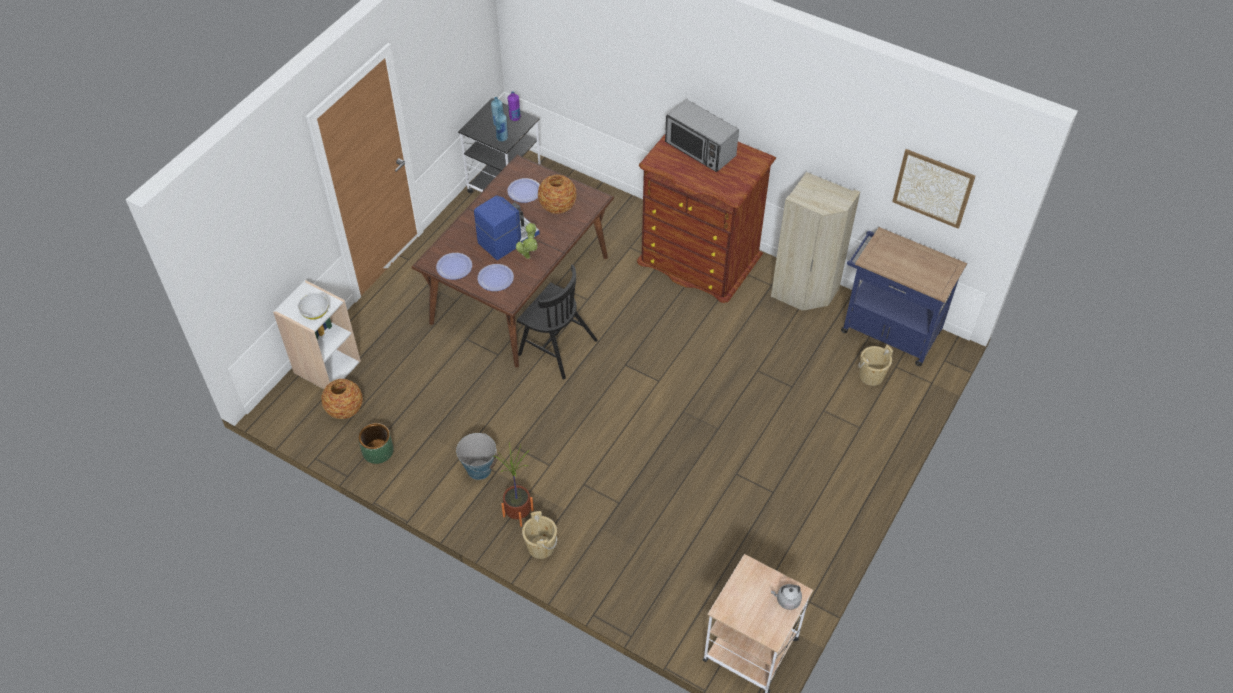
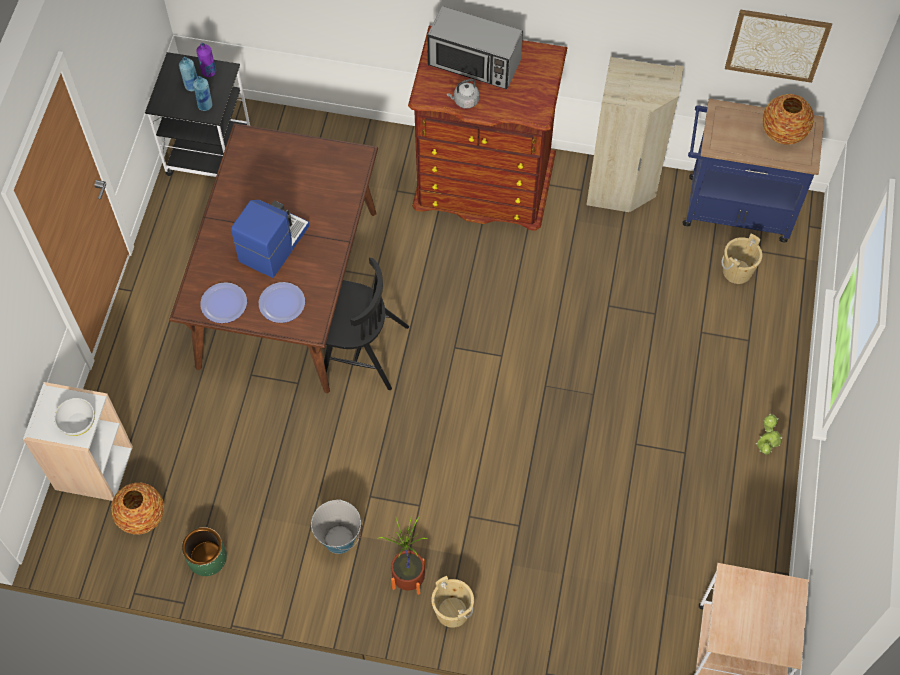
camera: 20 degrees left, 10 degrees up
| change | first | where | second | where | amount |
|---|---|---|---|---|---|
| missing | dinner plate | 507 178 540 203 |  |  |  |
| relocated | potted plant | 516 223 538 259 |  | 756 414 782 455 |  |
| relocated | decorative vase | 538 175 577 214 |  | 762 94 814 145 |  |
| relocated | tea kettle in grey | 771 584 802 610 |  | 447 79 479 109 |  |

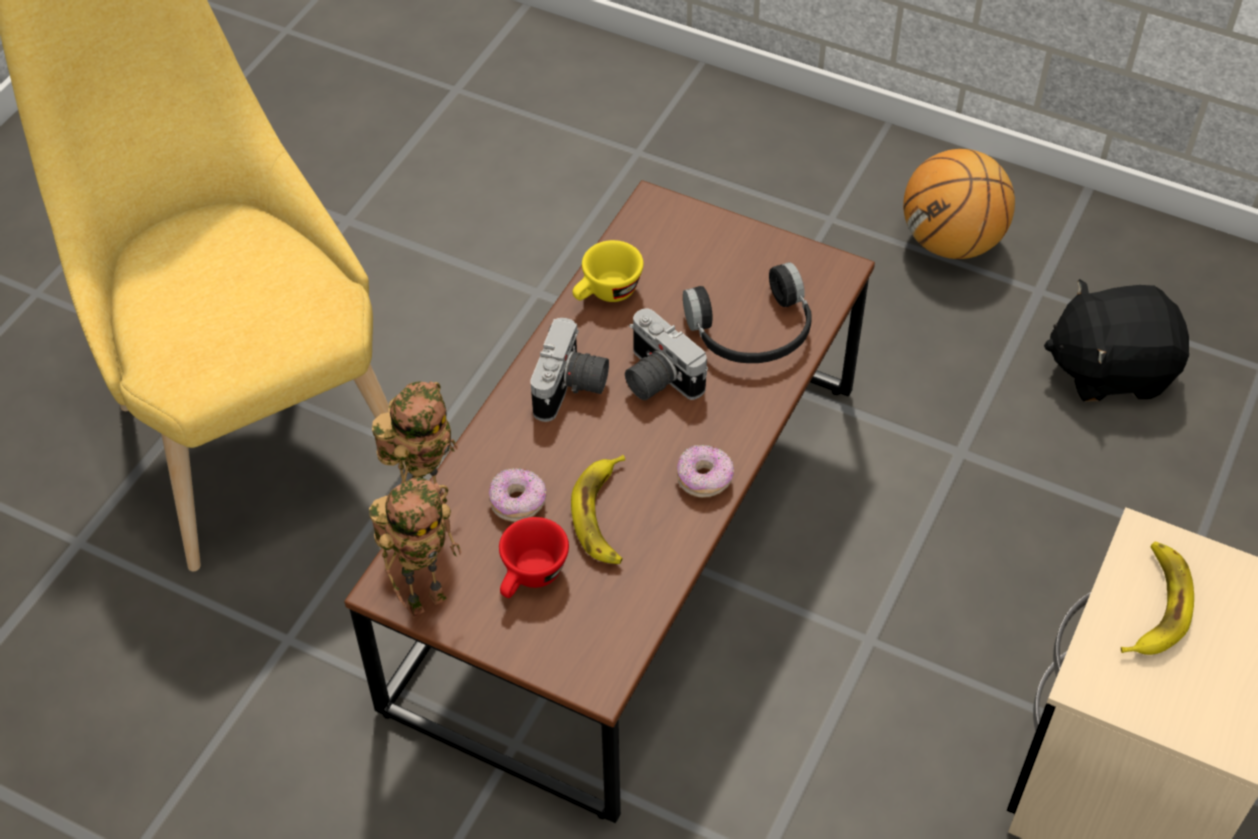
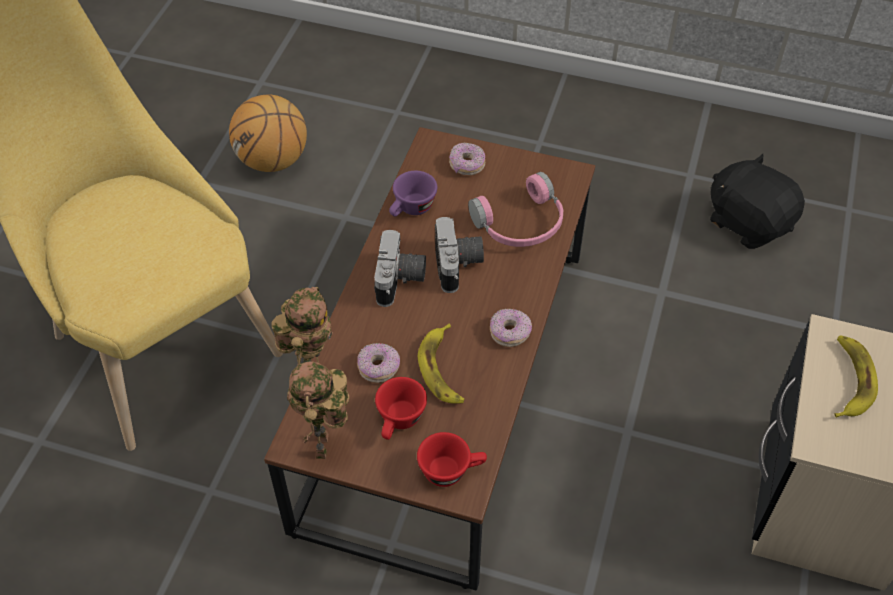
camera: 10 degrees left, 0 degrees up
| change | first | where | second | where | amount |
|---|---|---|---|---|---|
| spun | model robot | 369 477 461 618 |  | 287 362 349 459 | 135 degrees clockwise |
| colour | cup in yellow-coloured | 572 240 644 302 | cup in purplish | 389 171 437 217 |  |
| spun | photo camera | 625 308 708 400 |  | 435 217 484 293 | 135 degrees counterclockwise |
| colour | headphones in blackish | 683 262 812 363 | headphones in pink-coloured | 468 172 563 247 |  |
| relocated | basketball | 903 149 1015 259 |  | 229 94 307 172 |  |
| spun | soft toy in blackish | 1044 279 1189 402 |  | 710 154 805 249 | 60 degrees clockwise |
| appeared |  |  | cup in reddish | 417 432 487 487 |  |
| appeared |  |  | donut | 449 143 485 175 |  |

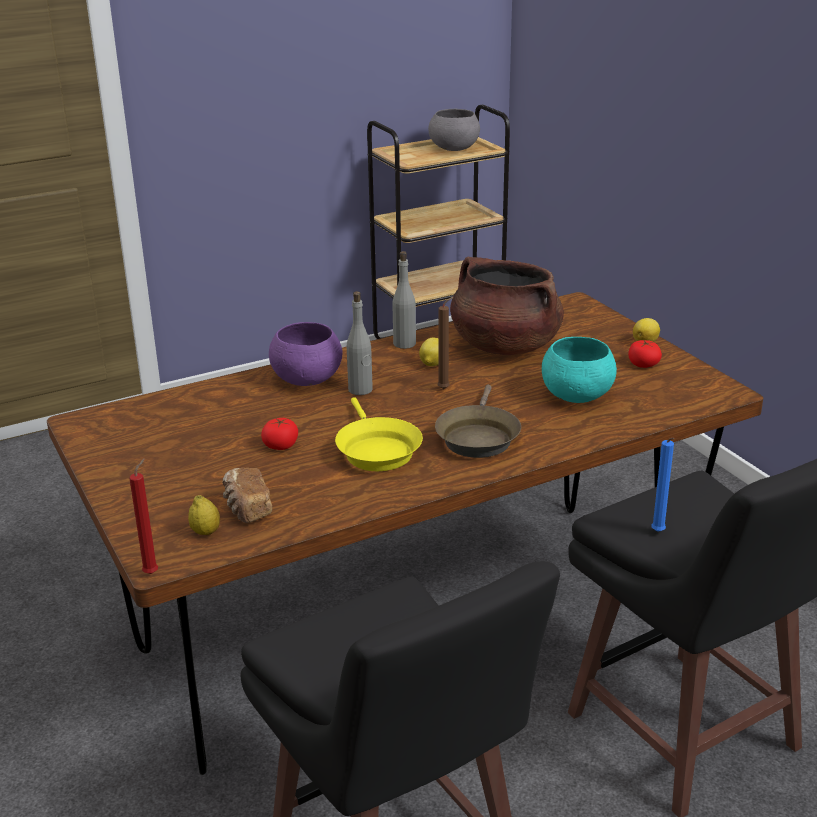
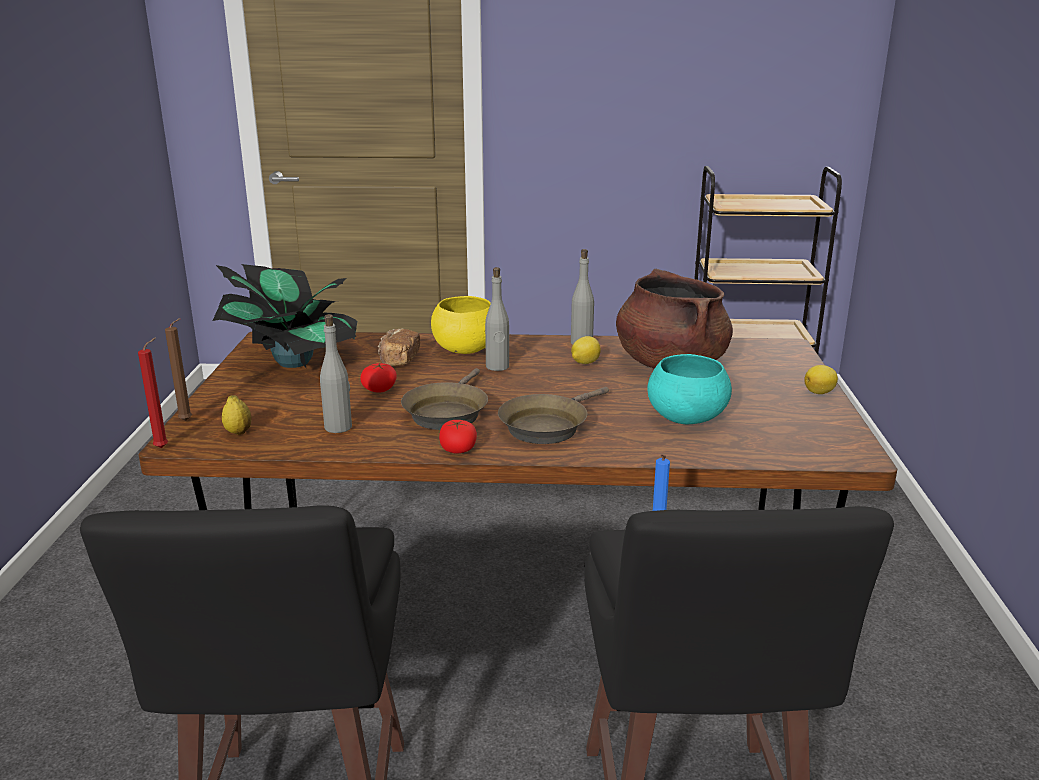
camera: 30 degrees right, 5 degrees down
| change | first | where | second | where | amount |
|---|---|---|---|---|---|
| relocated | bakery bread | 222 468 272 523 |  | 378 329 420 366 |  |
| colour | bowl in purplish | 269 322 342 386 | bowl in yellow-coloured | 431 296 491 354 |  |
| colour | skillet in yellow-coloured | 335 397 423 471 | skillet in brown | 401 368 488 430 |  |
| missing | bowl in grey | 428 109 480 151 |  |  |  |
| relocated | wax candle in brown | 438 297 453 389 |  | 165 318 192 421 |  |
| relocated | tomato | 628 340 662 368 |  | 439 420 477 453 |  |
| appeared |  |  | potted plant | 213 264 357 369 |  |
| appeared |  |  | bottle in grey | 320 314 352 433 |  |

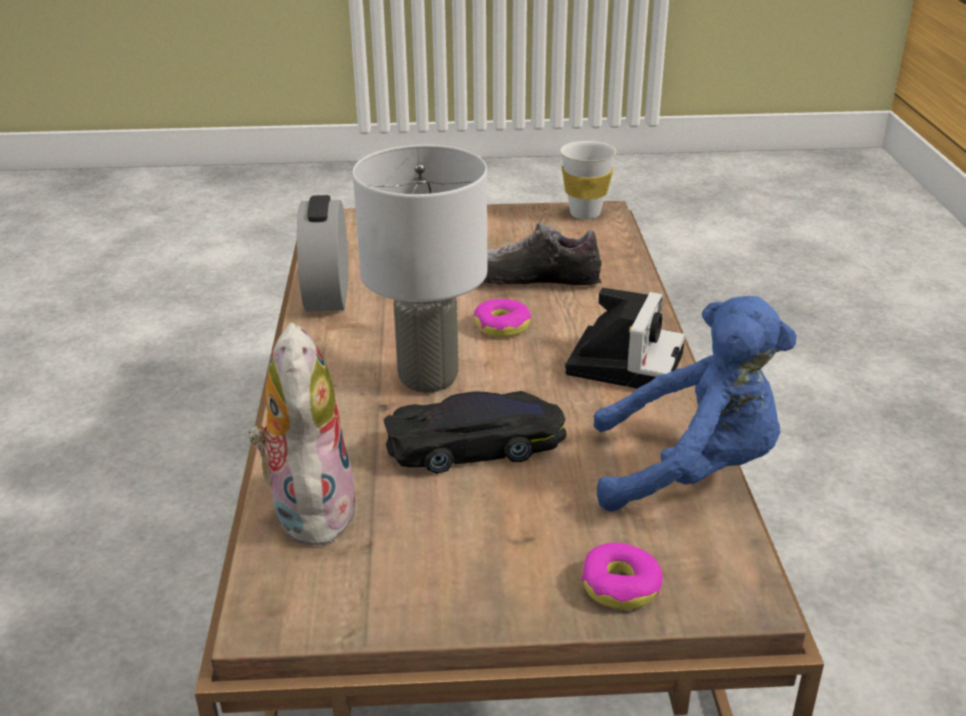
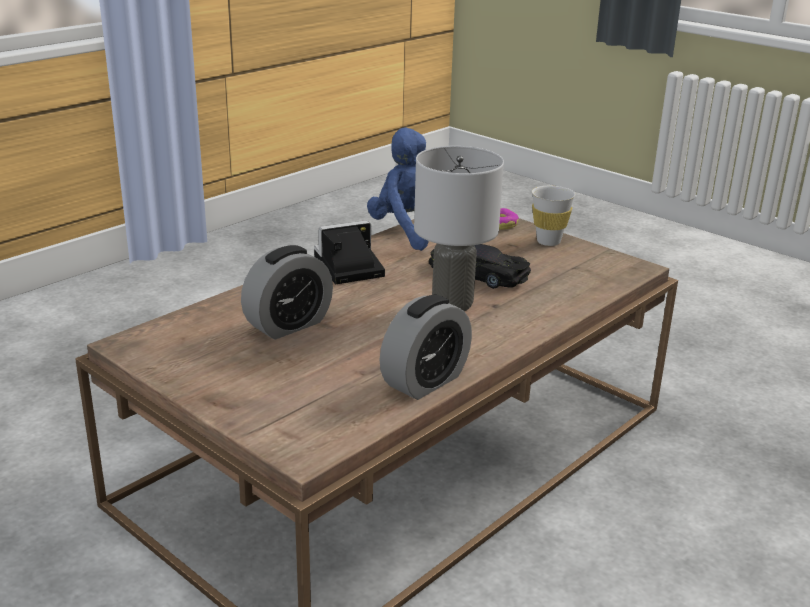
camera: 135 degrees left, 5 degrees down
| change | first | where | second | where | amount |
|---|---|---|---|---|---|
| missing | soft toy | 249 322 358 546 |  |  |  |
| missing | donut | 474 299 532 337 |  |  |  |
| exchanged | shoe | 483 222 602 285 | alarm clock | 241 245 333 339 |  |
| relocated | cup in whitish | 560 141 616 219 |  | 532 186 575 246 |  |

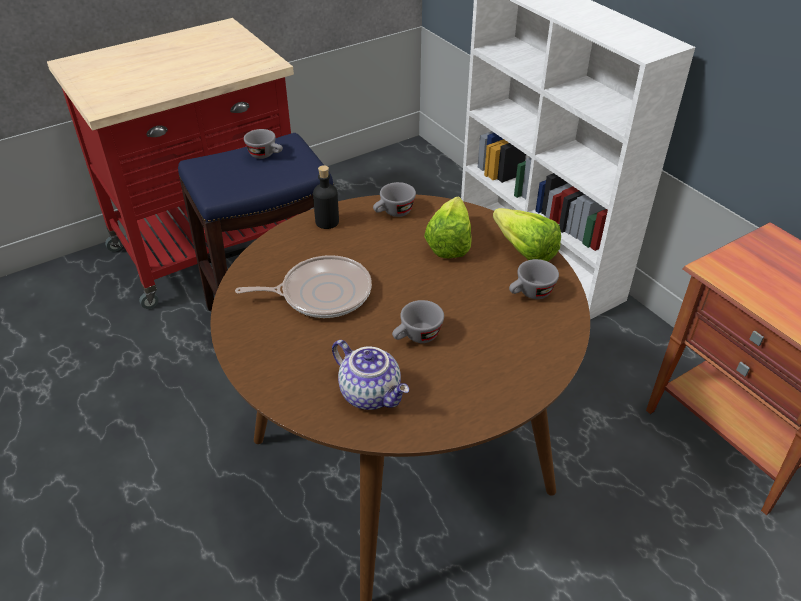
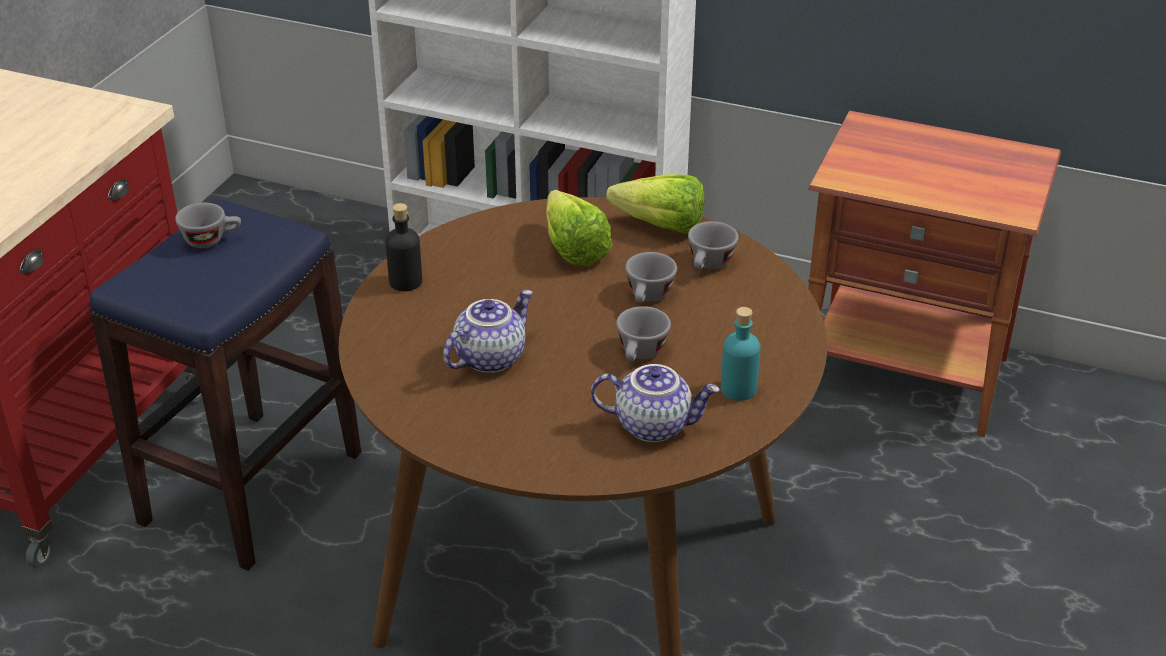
camera: 35 degrees left, 5 degrees down
| change | first | where | second | where | amount |
|---|---|---|---|---|---|
| exchanged | skillet | 235 255 372 318 | tea pot | 443 290 533 373 |  |
| relocated | cup in grey | 373 182 416 217 |  | 625 252 677 303 |  |
| appeared |  |  | bottle in turquoise-coloured | 721 307 760 401 |  |

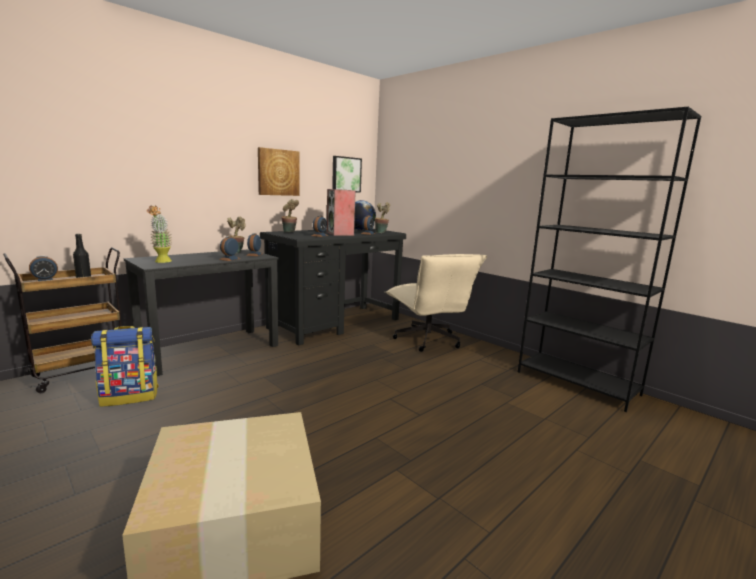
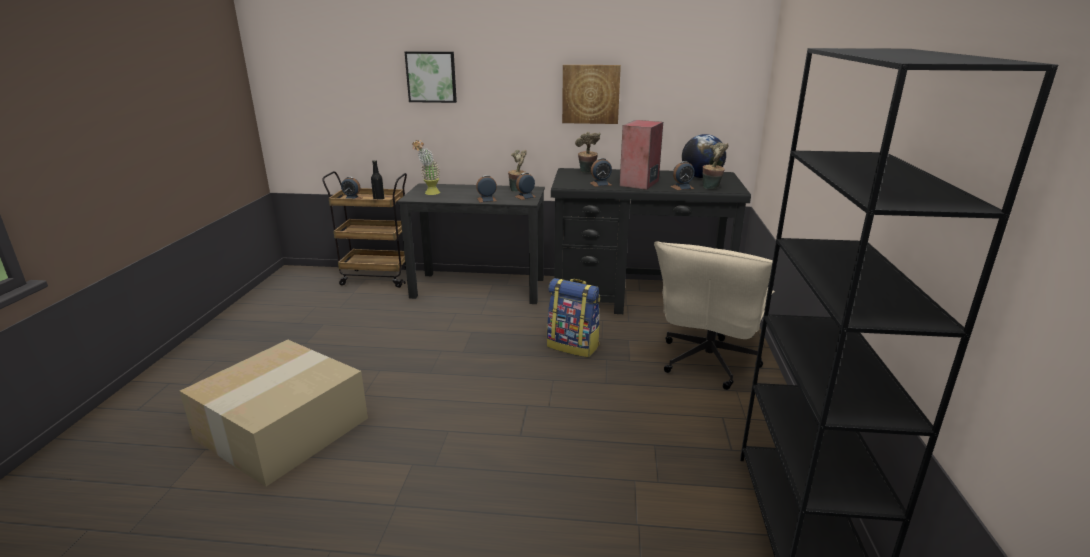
camera: 50 degrees right, 10 degrees up
| change | first | where | second | where | amount |
|---|---|---|---|---|---|
| relocated | knapsack | 91 326 159 407 |  | 547 278 600 357 |  |
| relocated | wall art | 332 156 362 193 |  | 405 51 457 103 |  |

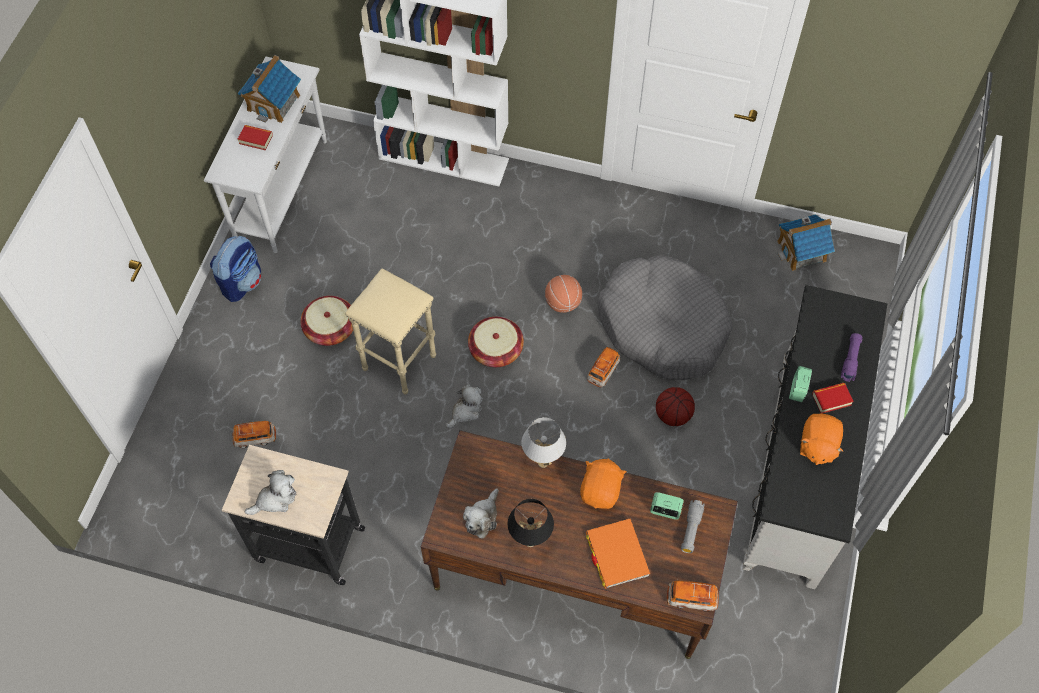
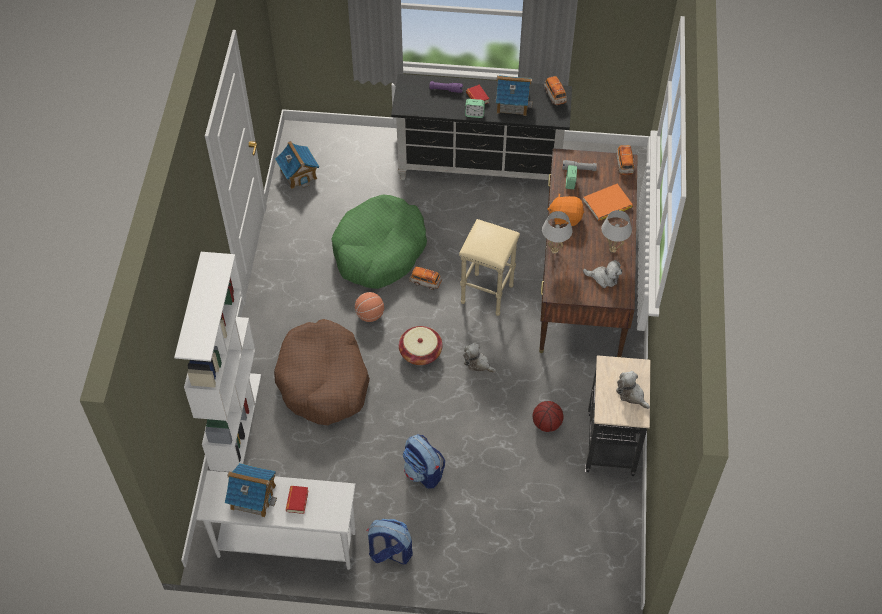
camera: 100 degrees left, 5 degrees down
| change | first | where | second | where | amount |
|---|---|---|---|---|---|
| relocated | model car | 233 420 276 448 |  | 544 76 567 106 |  |
| exchanged | household basket | 300 296 353 346 | knapsack | 403 434 445 488 |  |
| relocated | sitting stool in beige-coloured | 345 269 436 395 |  | 459 219 520 316 |  |
| colour | lamp for a table in blackish | 508 499 554 547 | lamp for a table in whitish | 601 210 632 253 |  |
| colour | dog bed in grey | 597 255 732 380 | dog bed in green-coloured | 331 195 427 289 |  |
| relocated | basketball | 656 387 695 426 |  | 533 401 564 432 |  |
| exchanged | soft toy in orangey | 800 414 844 465 | toy house | 496 75 532 116 |  |
| appeared |  |  | dog bed in brown | 274 319 370 425 |  |

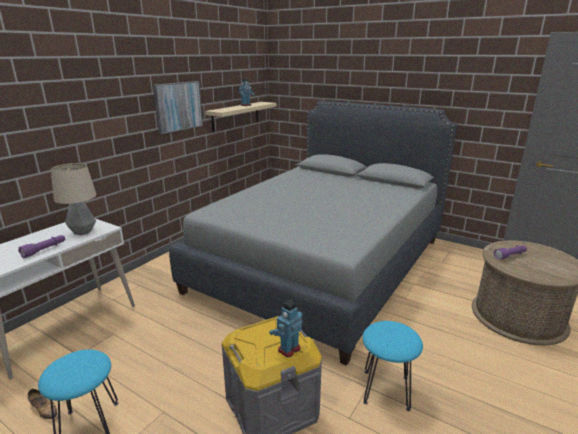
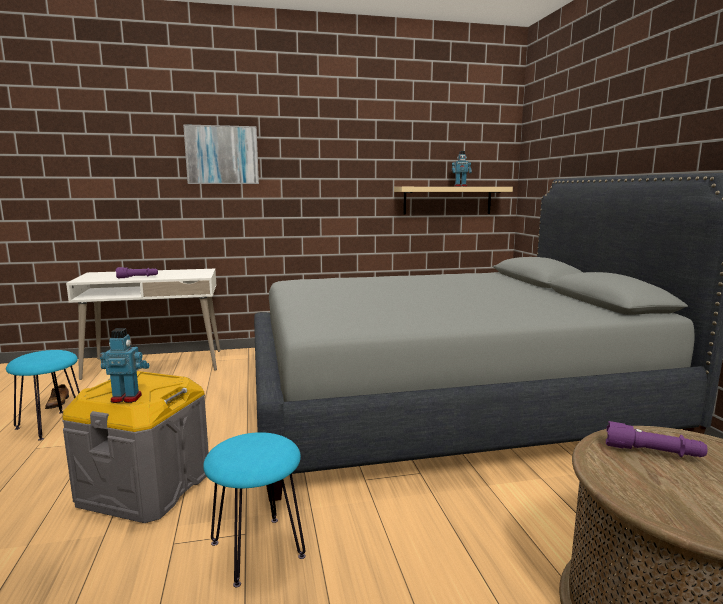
camera: 45 degrees right, 10 degrees down
| change | first | where | second | where | amount |
|---|---|---|---|---|---|
| missing | lamp for a table | 51 163 96 235 |  |  |  |
| relocated | wall art | 153 81 203 134 |  | 183 124 259 184 |  |

